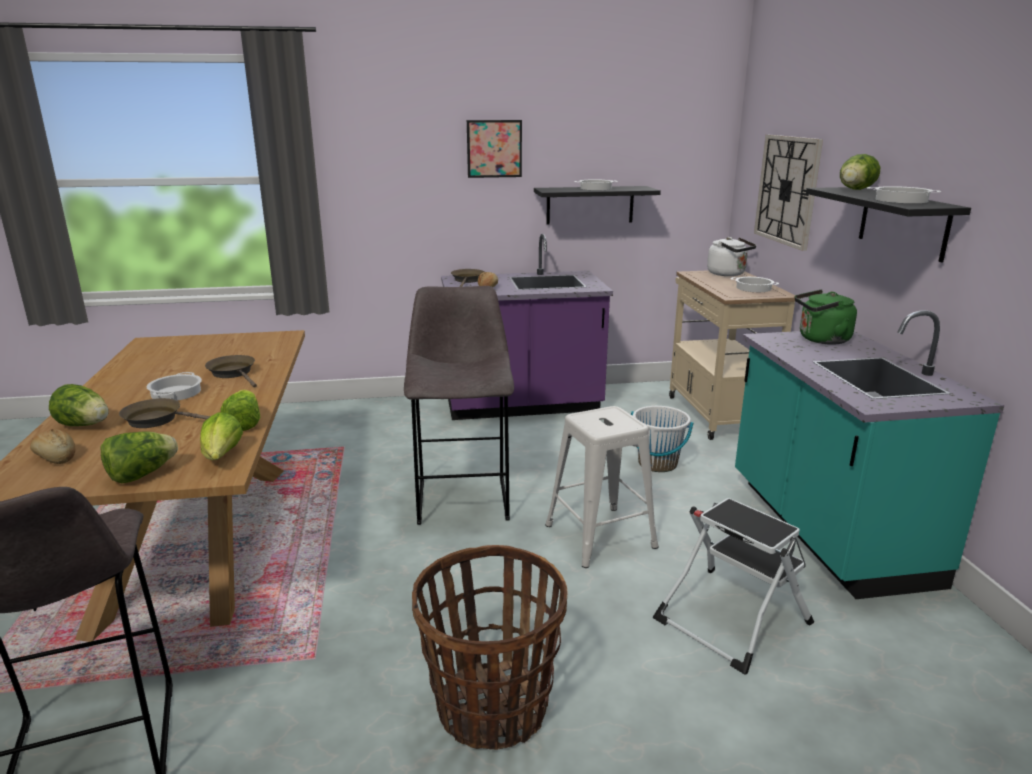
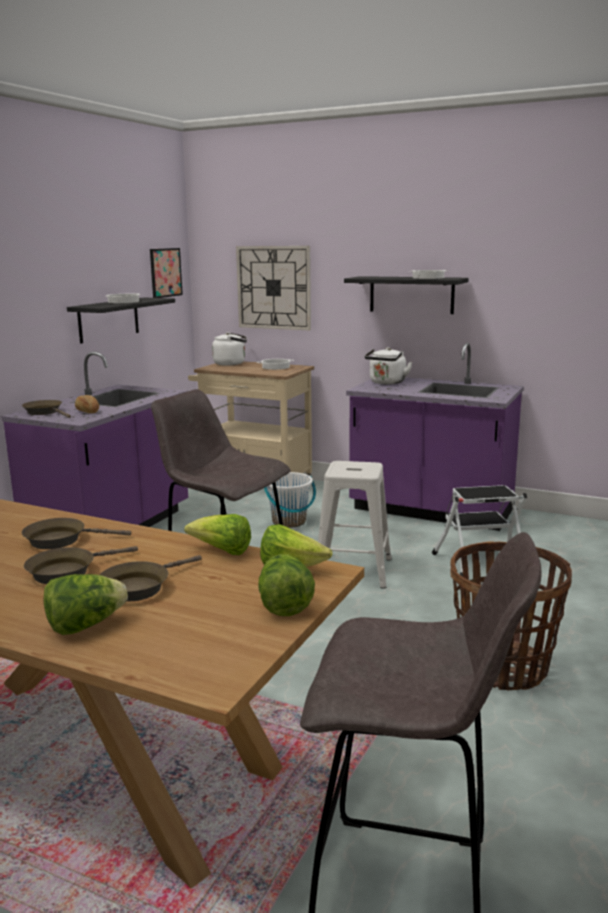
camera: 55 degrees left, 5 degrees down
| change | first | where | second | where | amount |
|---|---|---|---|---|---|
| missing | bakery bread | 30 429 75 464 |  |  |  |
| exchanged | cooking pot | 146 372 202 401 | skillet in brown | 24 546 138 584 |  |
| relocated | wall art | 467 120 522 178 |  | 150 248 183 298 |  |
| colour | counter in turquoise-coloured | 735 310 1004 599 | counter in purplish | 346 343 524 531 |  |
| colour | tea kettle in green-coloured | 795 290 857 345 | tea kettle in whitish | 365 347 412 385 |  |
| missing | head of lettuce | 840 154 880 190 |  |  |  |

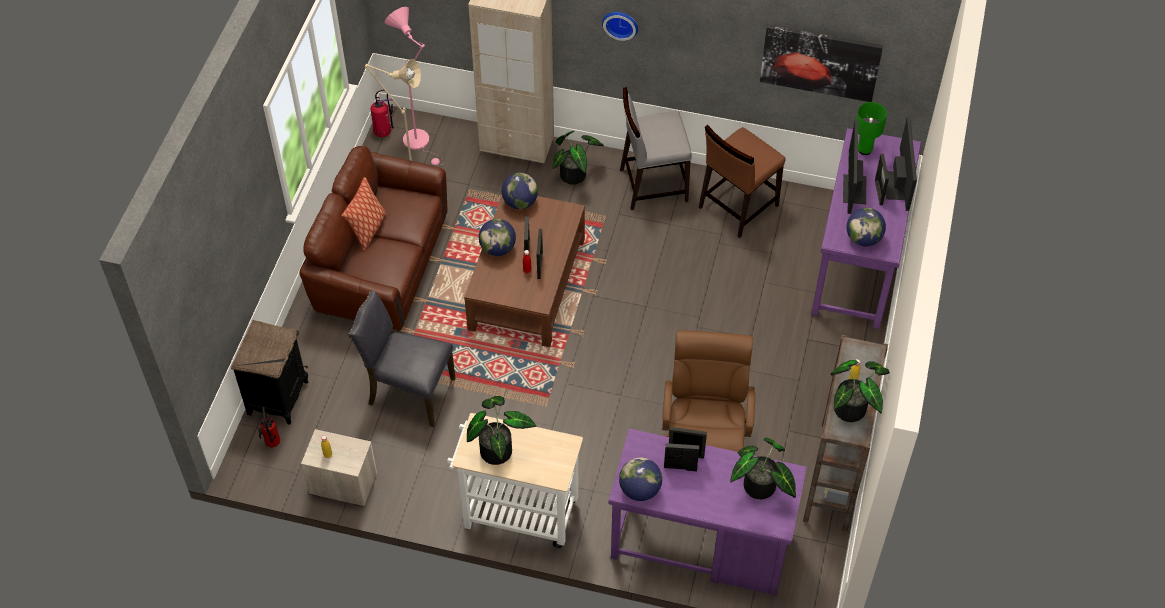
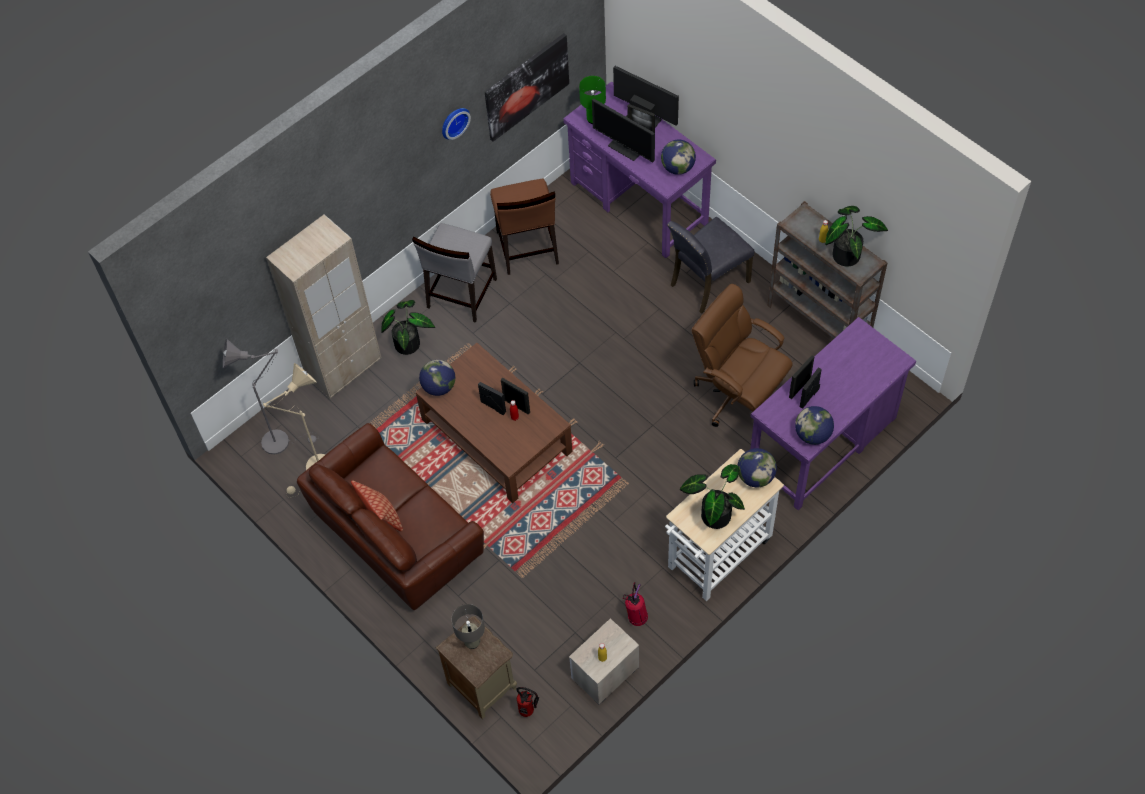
camera: 55 degrees left, 5 degrees up
| change | first | where | second | where | amount |
|---|---|---|---|---|---|
| colour | nightstand in blackish | 231 320 308 425 | nightstand in beige-coloured | 436 616 517 719 |  |
| relocated | chair in grey | 348 291 455 427 |  | 667 217 755 314 |  |
| relocated | fire extinguisher | 370 90 393 137 |  | 623 582 648 626 |  |
| colour | floor lamp in pink-coloured | 385 7 443 165 | floor lamp in grey | 223 339 319 454 |  |
| relocated | globe | 479 219 516 256 |  | 738 448 777 487 |  |
| relocated | wall clock | 602 12 638 41 |  | 442 108 471 140 |  |
| missing | potted plant | 730 438 796 499 |  |  |  |
| appeared |  |  | lamp for a table in grey | 452 604 485 649 |  |

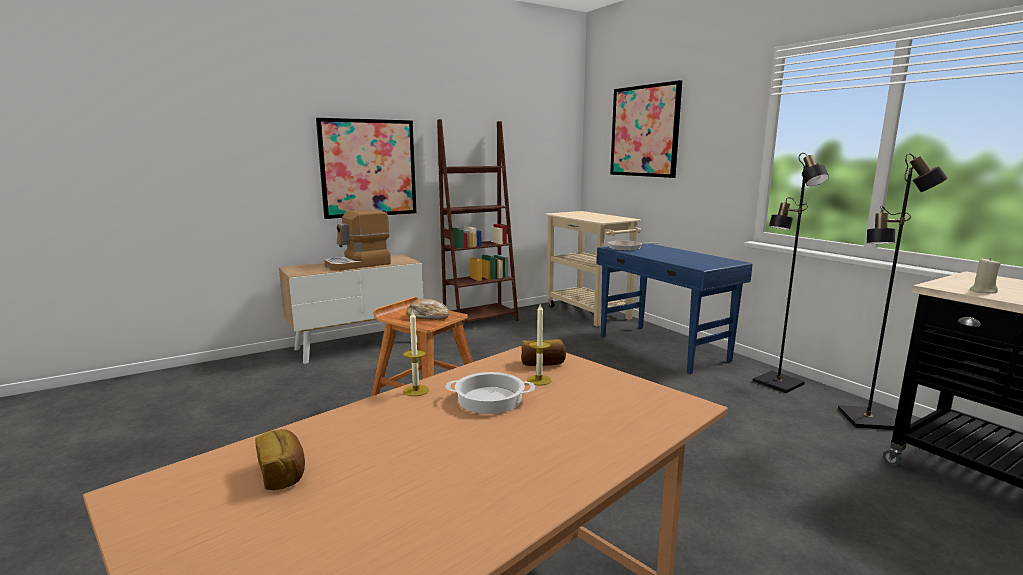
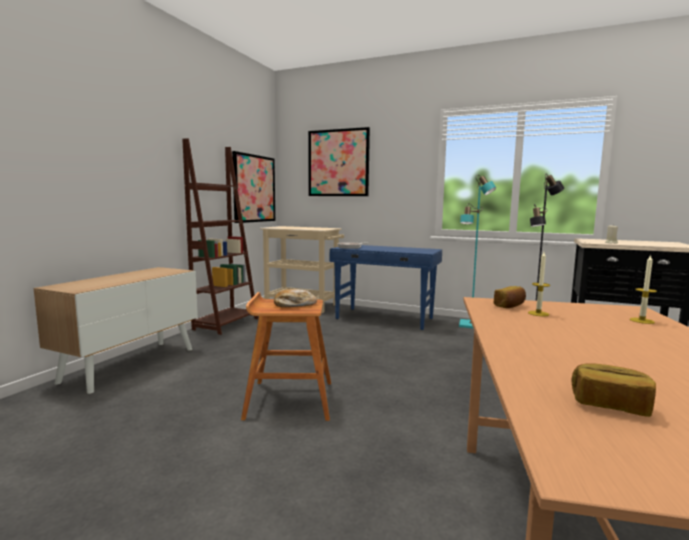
camera: 35 degrees left, 5 degrees down
| change | first | where | second | where | amount |
|---|---|---|---|---|---|
| relocated | wall art | 316 118 417 219 |  | 232 151 275 223 |  |
| missing | coffee brewer | 324 210 391 271 |  |  |  |
| relocated | wax candle | 403 310 429 396 |  | 630 254 657 324 |  |
| missing | cooking pot | 446 372 535 414 |  |  |  |
| colour | floor lamp in blackish | 753 153 829 393 | floor lamp in turquoise-coloured | 459 175 496 329 |  |

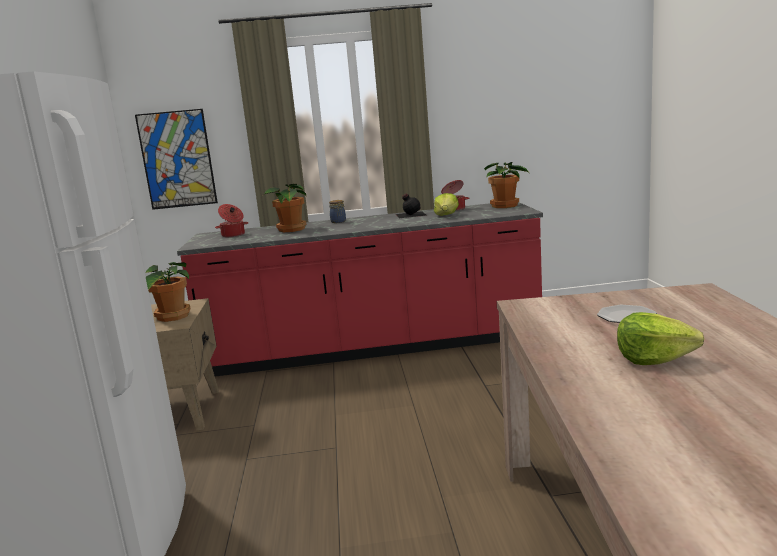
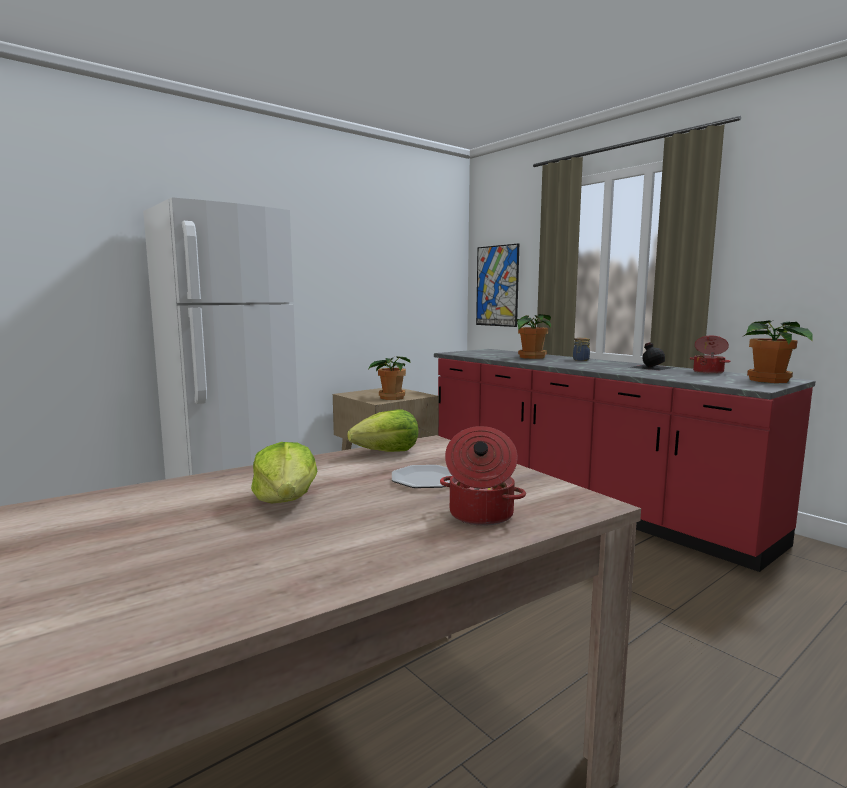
camera: 55 degrees right, 5 degrees down
| change | first | where | second | where | amount |
|---|---|---|---|---|---|
| relocated | cooking pot | 215 204 248 237 |  | 440 426 526 526 |  |
| relocated | head of lettuce | 434 193 459 216 |  | 347 409 418 452 |  |

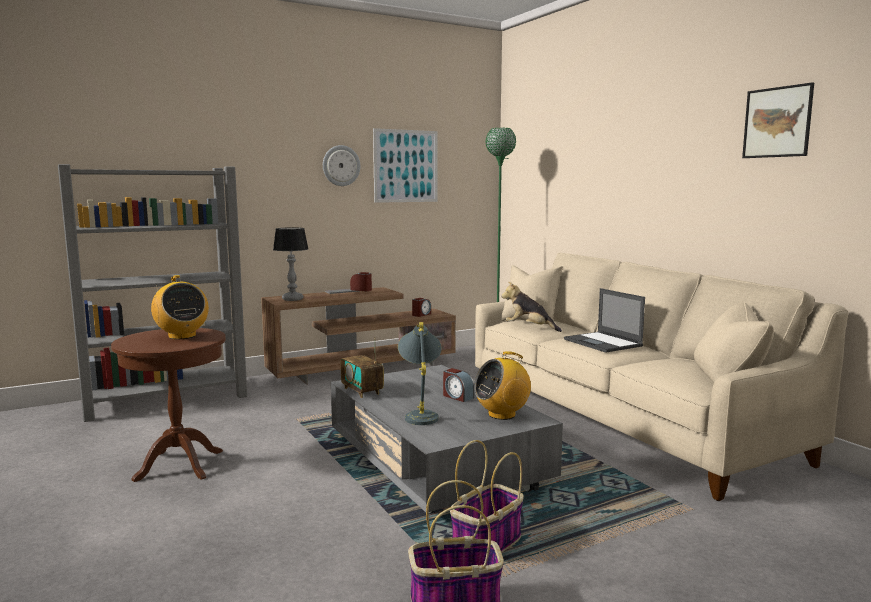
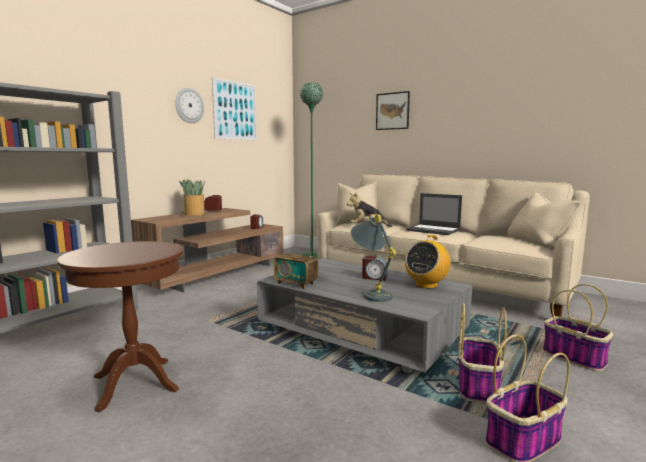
camera: 25 degrees left, 0 degrees up
| change | first | where | second | where | amount |
|---|---|---|---|---|---|
| missing | radio | 151 275 209 340 |  |  |  |
| missing | lamp for a table | 273 227 308 301 |  |  |  |
| relocated | wall art | 742 82 814 158 |  | 376 91 410 130 |  |
| appeared |  |  | potted plant | 179 179 205 216 |  |
| appeared |  |  | household basket | 543 284 613 372 |  |

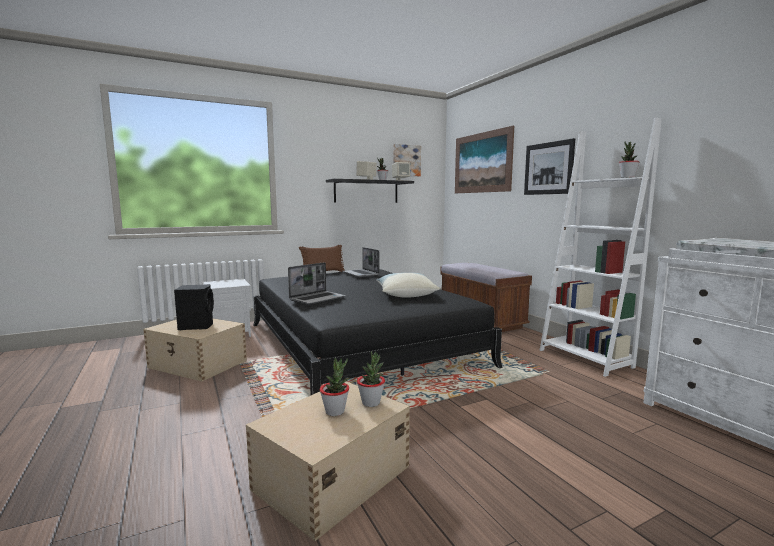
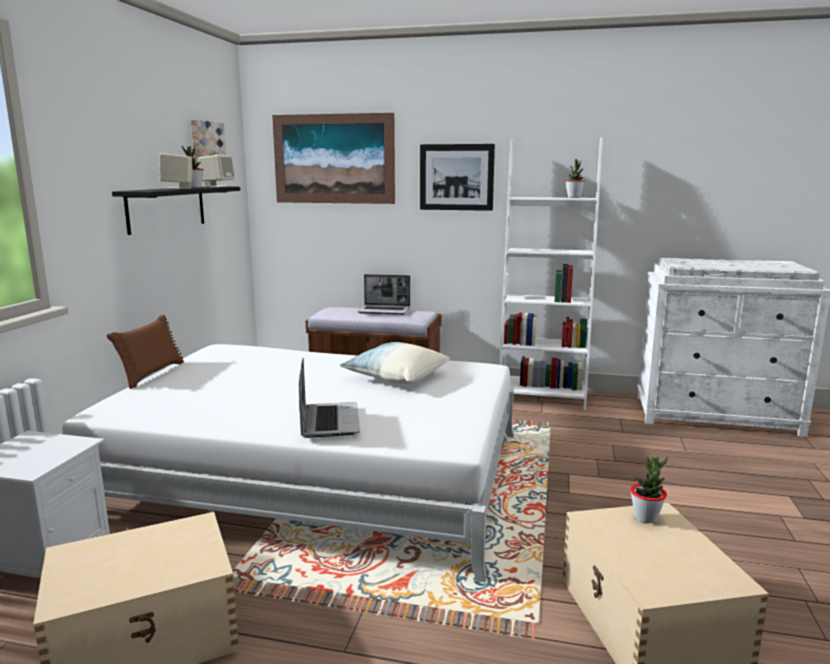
camera: 50 degrees left, 5 degrees up
| change | first | where | second | where | amount |
|---|---|---|---|---|---|
| missing | speaker in blackish | 174 284 214 330 |  |  |  |
| colour | sleeping bed in blackish | 253 269 503 396 | sleeping bed in whitish | 63 344 514 582 |  |
| missing | potted plant | 320 358 350 416 |  |  |  |
| relocated | portable computer | 342 247 380 277 |  | 357 274 410 315 |  |

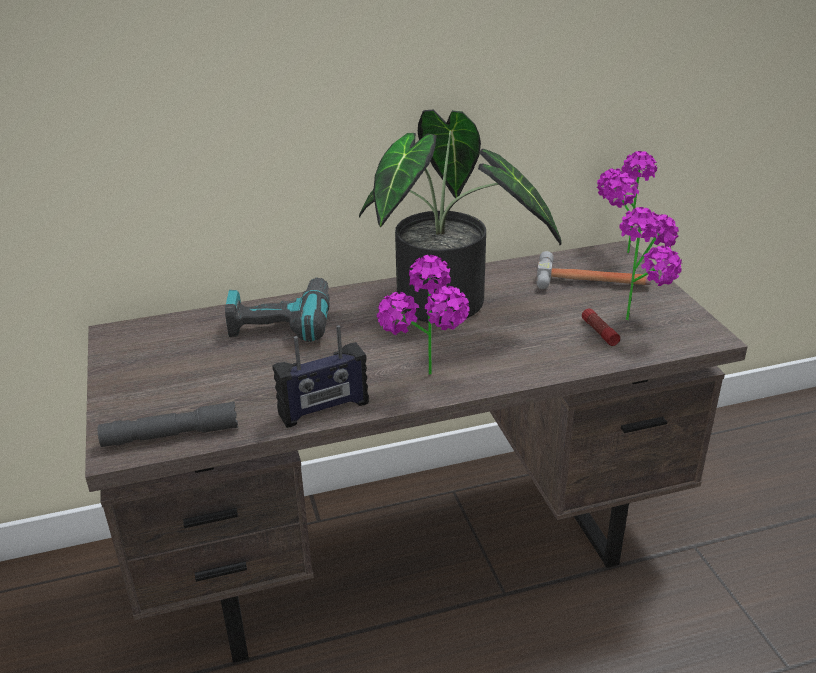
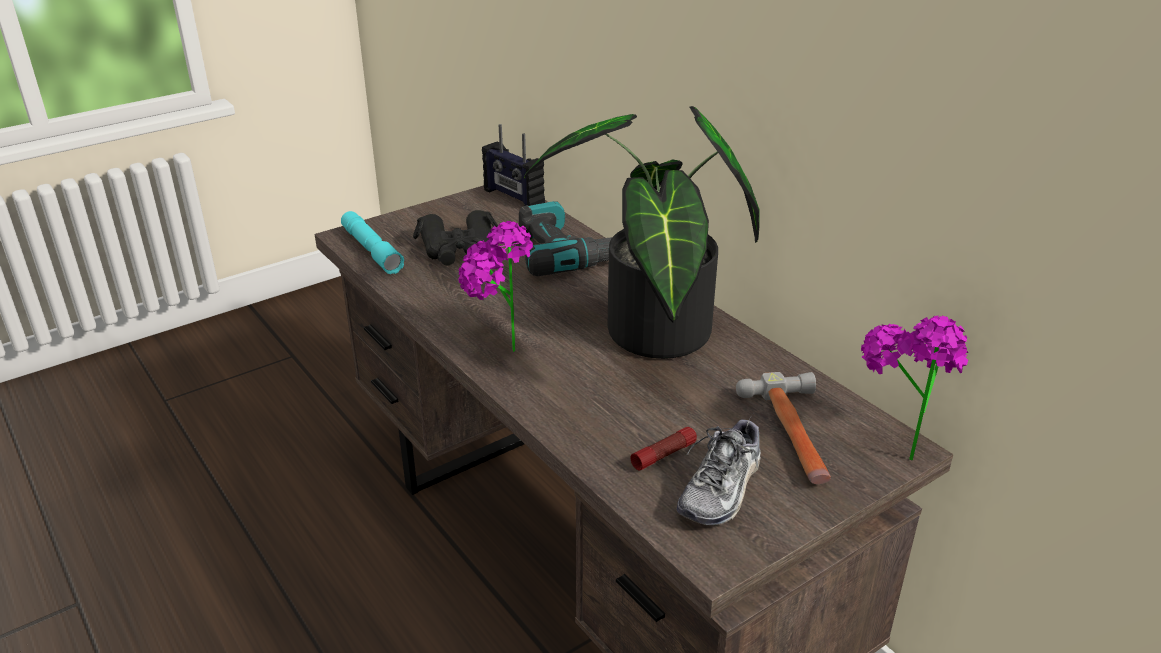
camera: 70 degrees right, 0 degrees up
| change | first | where | second | where | amount |
|---|---|---|---|---|---|
| colour | flashlight in grey | 98 401 238 447 | flashlight in turquoise-coloured | 341 211 404 274 |  |
| relocated | radio | 273 325 369 428 |  | 482 124 545 206 |  |
| exchanged | potted plant | 619 207 682 320 | shoe | 677 414 761 525 |  |
| appeared |  |  | pair of binoculars in blackish | 413 210 498 265 |  |

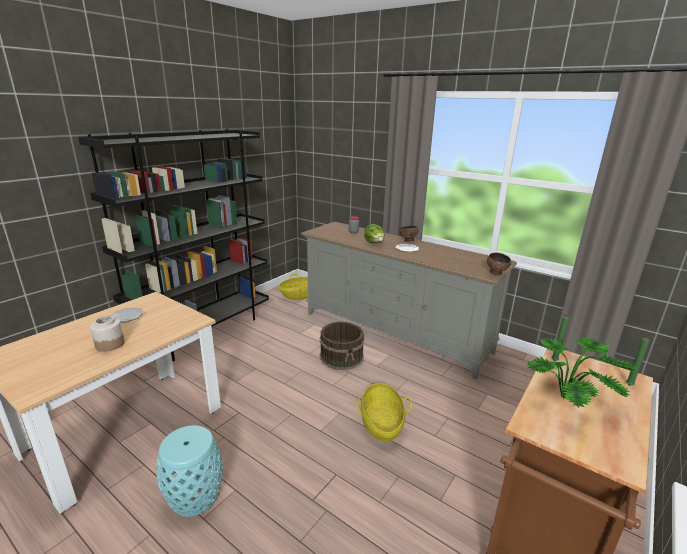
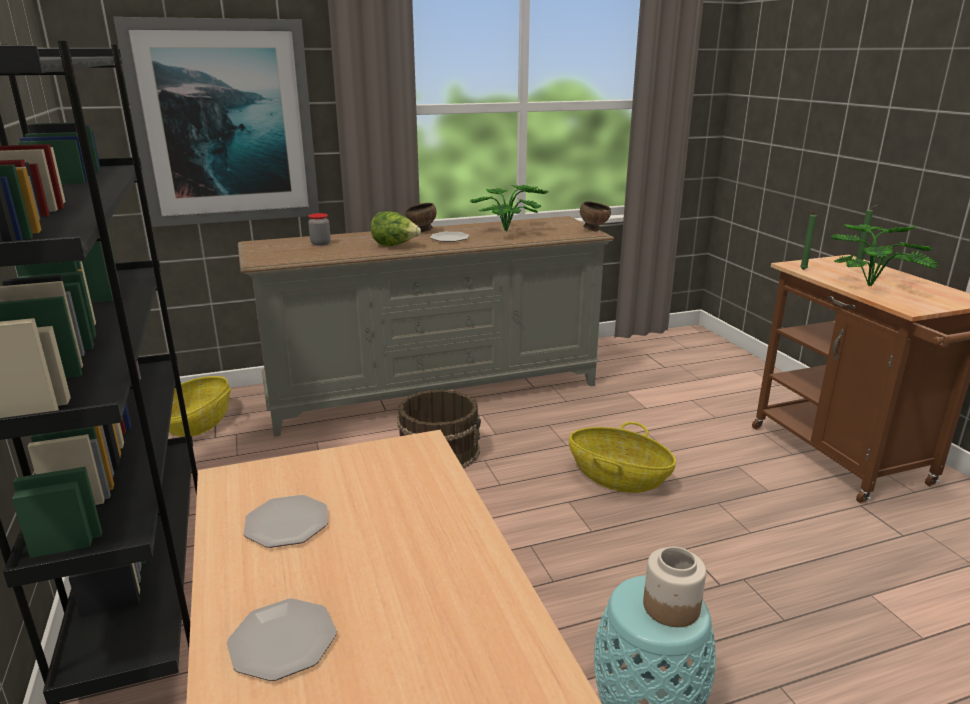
camera: 55 degrees left, 0 degrees up
| change | first | where | second | where | amount |
|---|---|---|---|---|---|
| relocated | storage jar | 90 316 125 352 |  | 643 547 706 627 |  |
| appeared |  |  | wall art | 113 17 319 227 |  |
| appeared |  |  | dinner plate | 227 598 337 681 |  |
| appeared |  |  | potted plant | 470 185 548 232 |  |

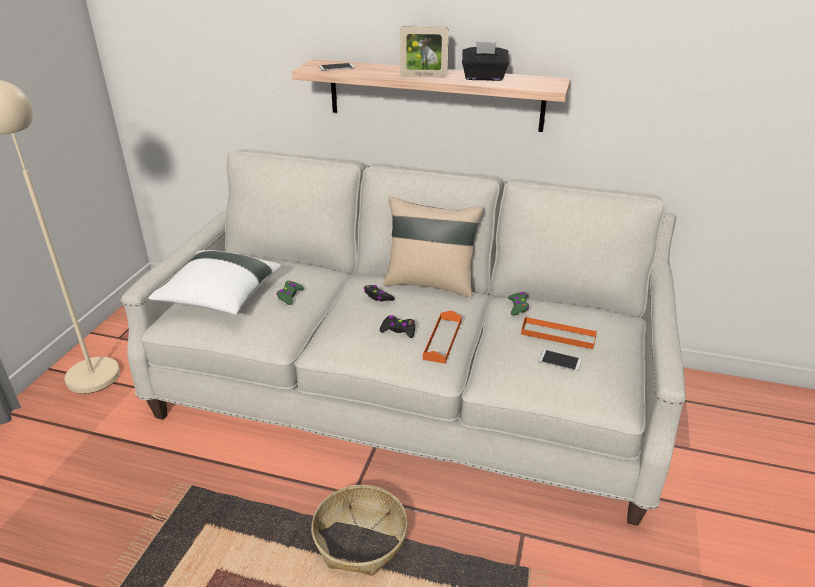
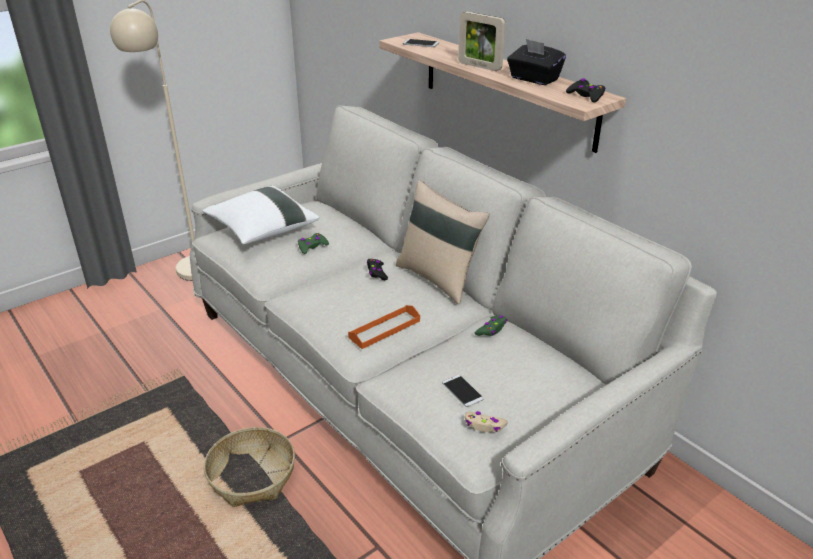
camera: 35 degrees right, 0 degrees up
| change | first | where | second | where | amount |
|---|---|---|---|---|---|
| relocated | game controller in blackish | 380 315 415 338 |  | 566 78 606 102 |  |
| missing | carrying tray in orangey | 521 317 597 349 |  |  |  |
| appeared |  |  | game controller in beige-coloured | 465 411 508 432 |  |

